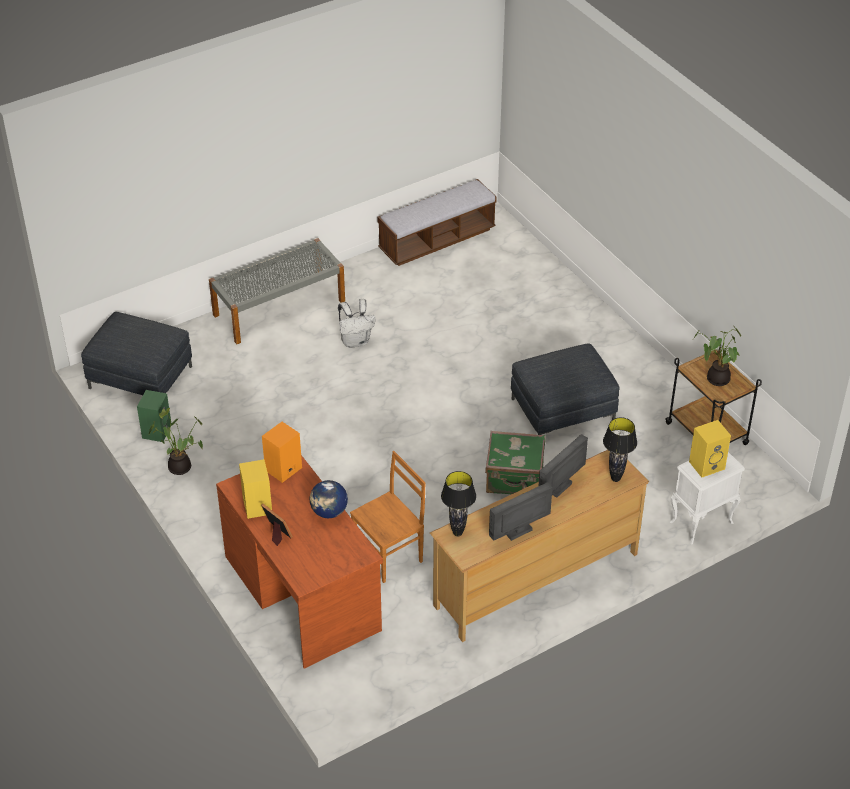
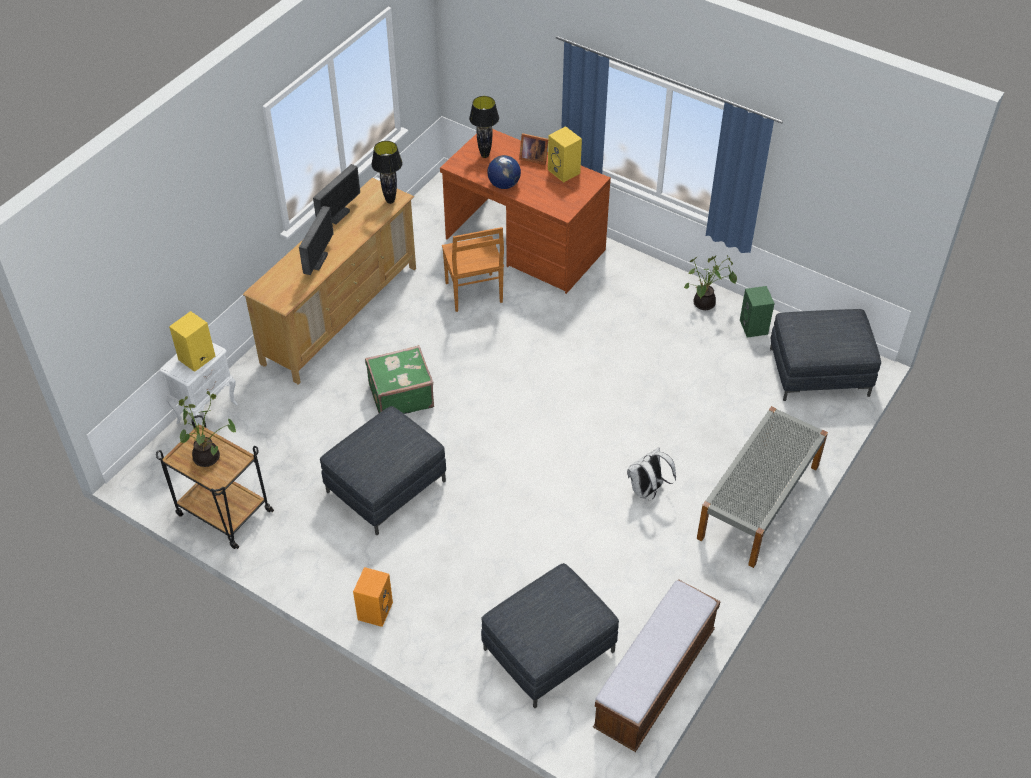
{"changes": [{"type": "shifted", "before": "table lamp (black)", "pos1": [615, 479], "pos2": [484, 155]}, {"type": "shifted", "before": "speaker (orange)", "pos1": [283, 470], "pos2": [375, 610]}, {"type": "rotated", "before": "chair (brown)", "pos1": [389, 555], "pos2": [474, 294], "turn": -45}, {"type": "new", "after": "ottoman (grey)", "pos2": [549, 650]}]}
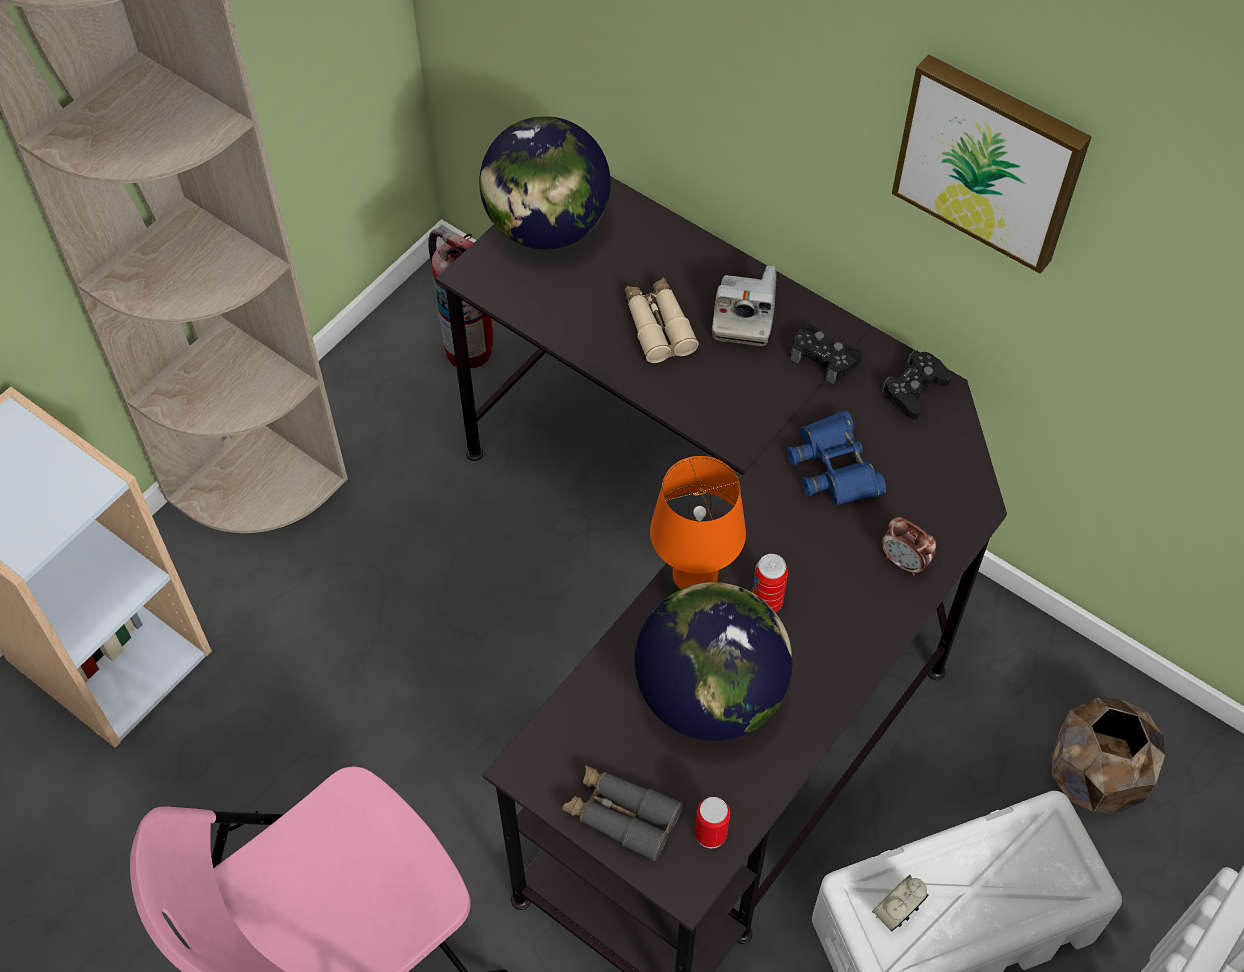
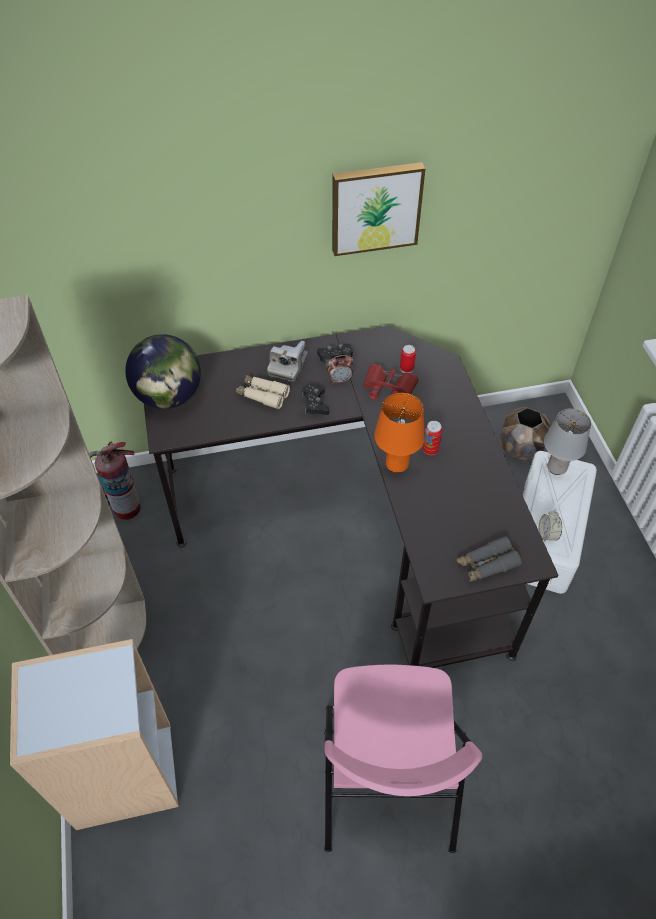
{"changes": [{"type": "rotated", "before": "photo camera", "pos1": [744, 315], "pos2": [288, 366], "turn": 60}, {"type": "shifted", "before": "game controller (black)", "pos1": [914, 389], "pos2": [314, 403]}, {"type": "repainted", "before": "binoculars (blue)", "after": "binoculars (red)", "pos1": [834, 466], "pos2": [388, 388]}, {"type": "shifted", "before": "alarm clock", "pos1": [904, 562], "pos2": [340, 380]}, {"type": "gone", "before": "globe", "pos1": [710, 694]}, {"type": "shifted", "before": "can", "pos1": [710, 834], "pos2": [406, 368]}, {"type": "new", "after": "table lamp (grey)", "pos2": [556, 468]}]}
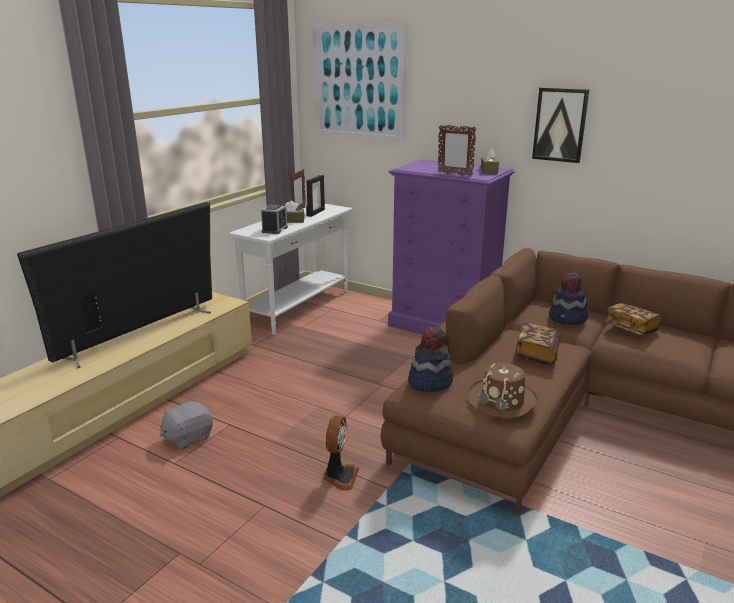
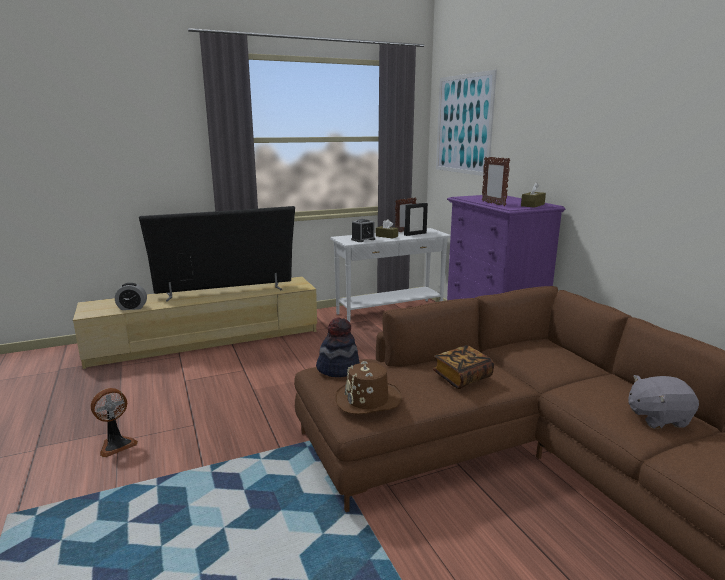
{"changes": [{"type": "gone", "before": "picture", "pos1": [560, 125]}, {"type": "gone", "before": "hat", "pos1": [568, 319]}, {"type": "gone", "before": "book", "pos1": [631, 329]}, {"type": "shifted", "before": "plush toy (grey)", "pos1": [188, 437], "pos2": [657, 418]}, {"type": "shifted", "before": "fan", "pos1": [339, 476], "pos2": [116, 445]}, {"type": "new", "after": "alarm clock", "pos2": [132, 308]}]}
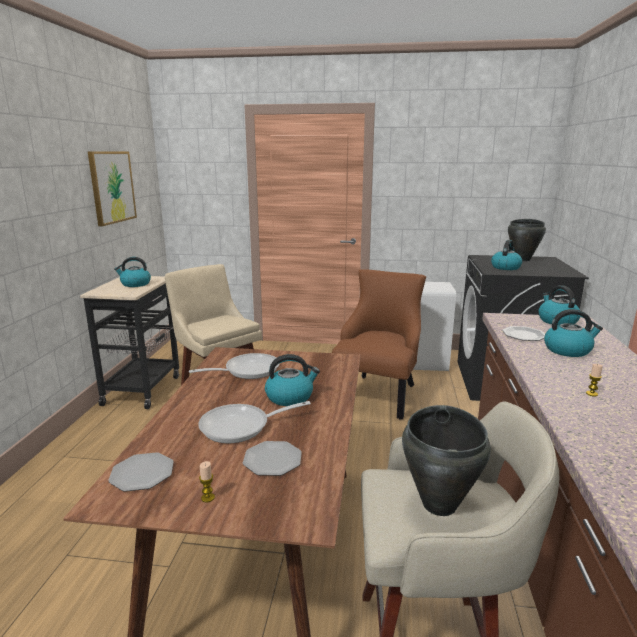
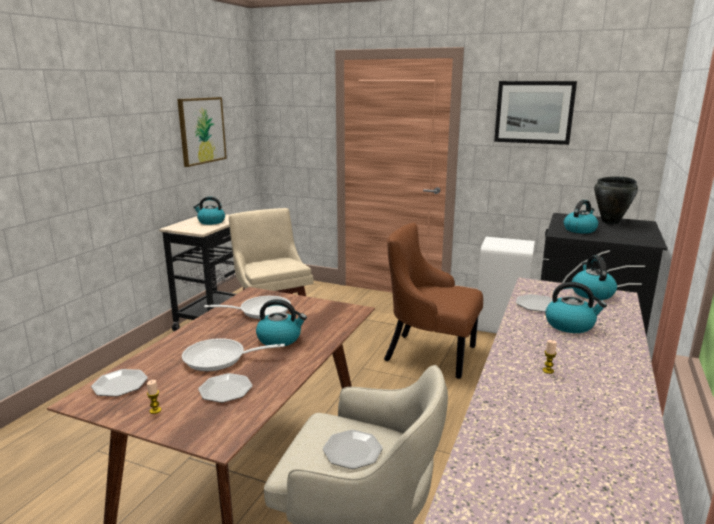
{"changes": [{"type": "rotated", "before": "chair (brown)", "pos1": [377, 397], "pos2": [431, 355], "turn": -105}, {"type": "swapped", "before": "cooking pot (black)", "after": "plate", "pos1": [440, 504], "pos2": [353, 451]}, {"type": "new", "after": "picture", "pos2": [534, 112]}]}
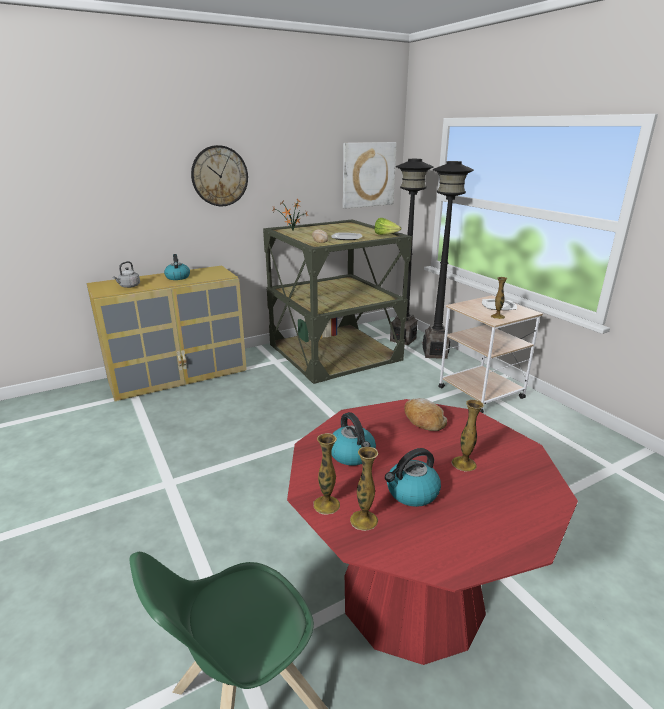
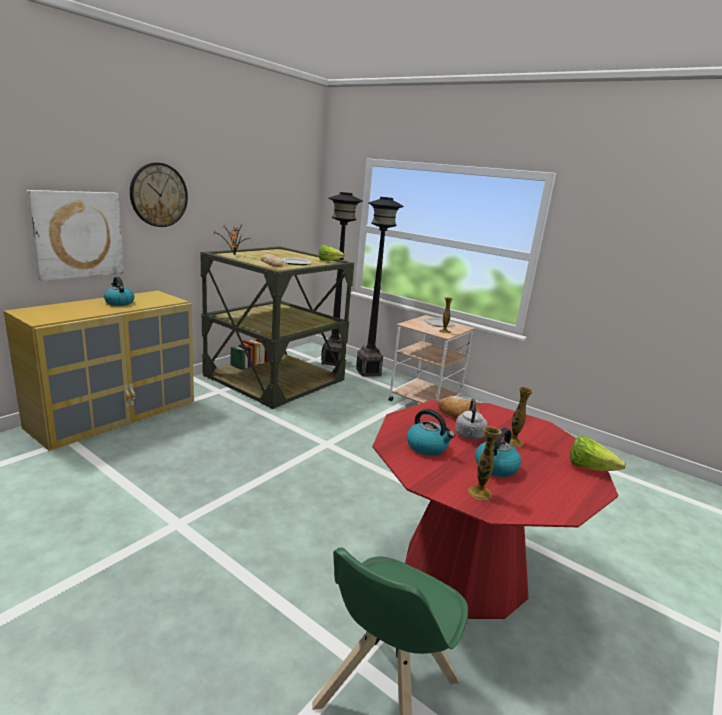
{"changes": [{"type": "shifted", "before": "picture", "pos1": [368, 175], "pos2": [78, 234]}, {"type": "shifted", "before": "kettle (grey)", "pos1": [129, 286], "pos2": [469, 436]}, {"type": "gone", "before": "vase", "pos1": [326, 505]}, {"type": "new", "after": "lettuce", "pos2": [589, 468]}]}
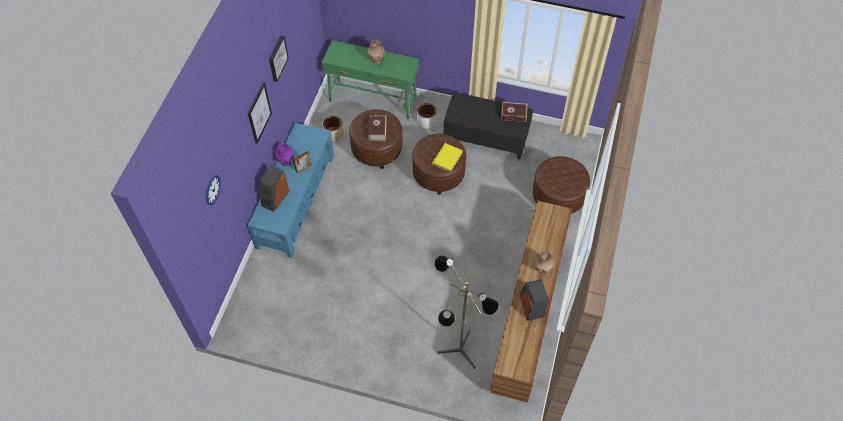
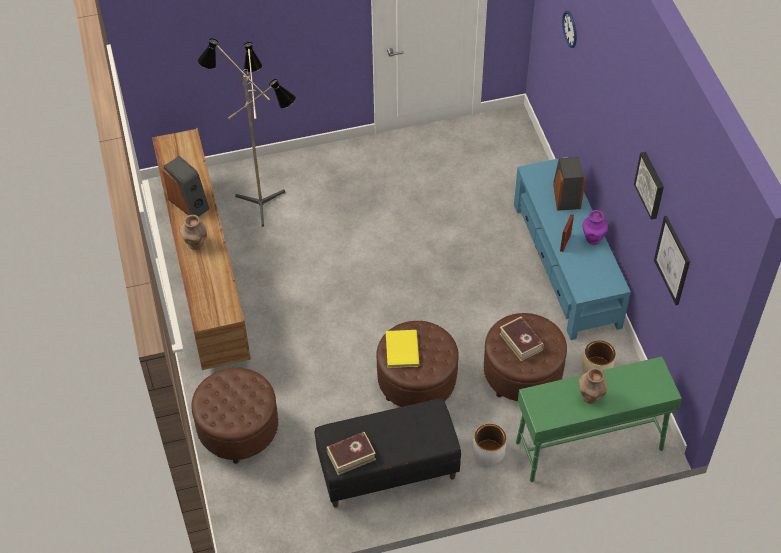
{"changes": [{"type": "shifted", "before": "picture", "pos1": [259, 113], "pos2": [672, 260]}]}
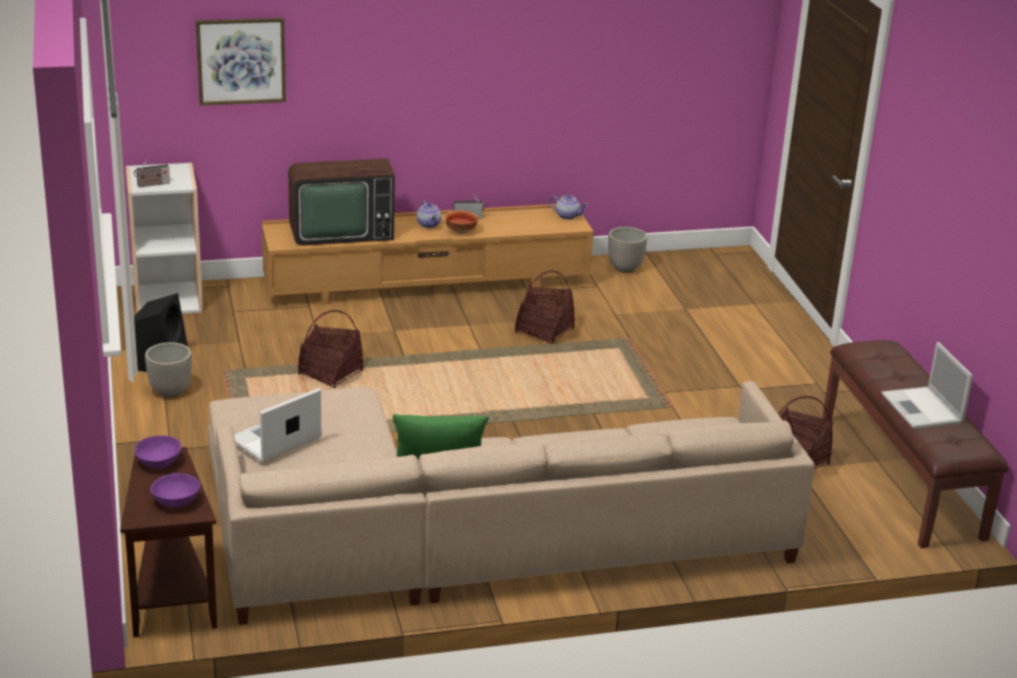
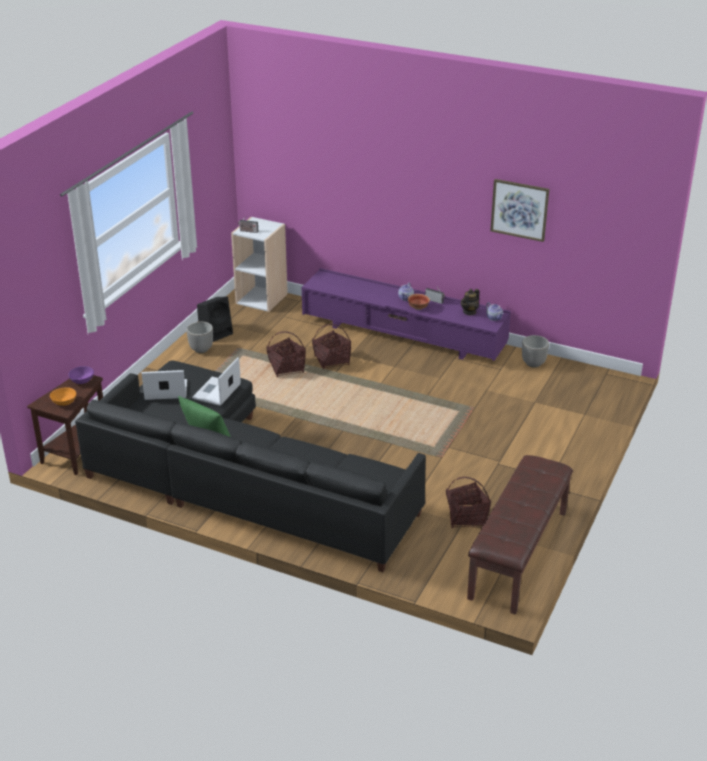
{"changes": [{"type": "shifted", "before": "picture", "pos1": [241, 60], "pos2": [519, 209]}, {"type": "gone", "before": "television", "pos1": [339, 231]}, {"type": "repainted", "before": "tv stand (brown)", "after": "tv stand (purple)", "pos1": [426, 284], "pos2": [403, 334]}, {"type": "shifted", "before": "basket", "pos1": [544, 331], "pos2": [332, 360]}, {"type": "shifted", "before": "laptop", "pos1": [922, 409], "pos2": [216, 392]}, {"type": "repainted", "before": "sofa (beige)", "after": "sofa (black)", "pos1": [469, 533], "pos2": [240, 480]}, {"type": "repainted", "before": "bowl (purple)", "after": "bowl (orange)", "pos1": [176, 501], "pos2": [64, 402]}, {"type": "new", "after": "teapot", "pos2": [469, 312]}]}
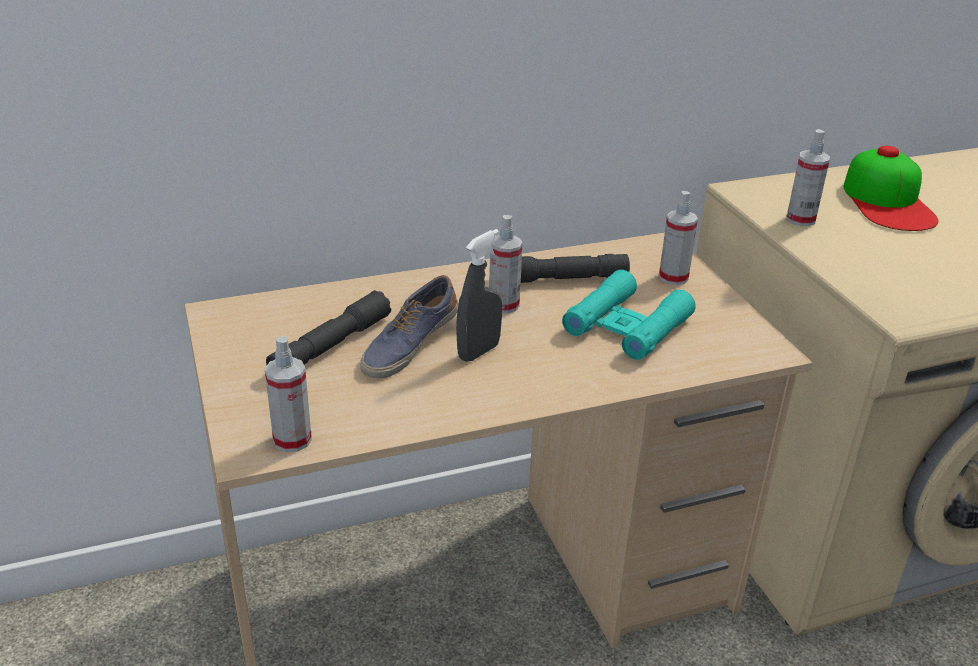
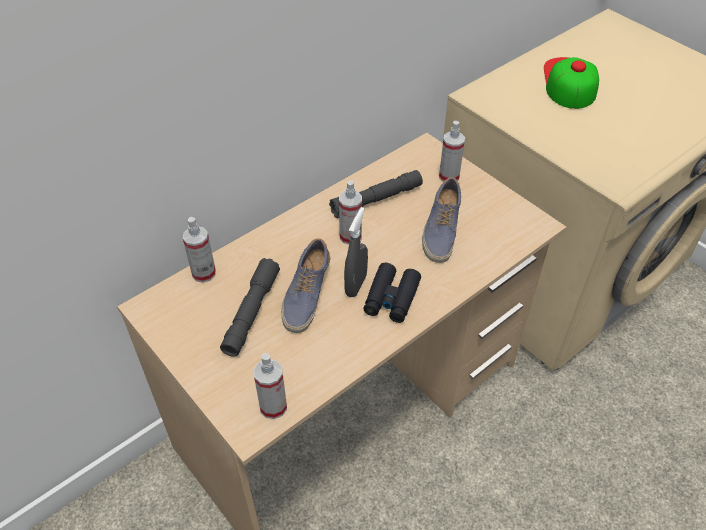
{"changes": [{"type": "shifted", "before": "spray bottle", "pos1": [800, 219], "pos2": [204, 273]}, {"type": "rotated", "before": "cap", "pos1": [888, 202], "pos2": [569, 82], "turn": -150}, {"type": "swapped", "before": "binoculars (turquoise)", "after": "shoe", "pos1": [627, 326], "pos2": [440, 231]}, {"type": "new", "after": "binoculars (black)", "pos2": [391, 298]}]}
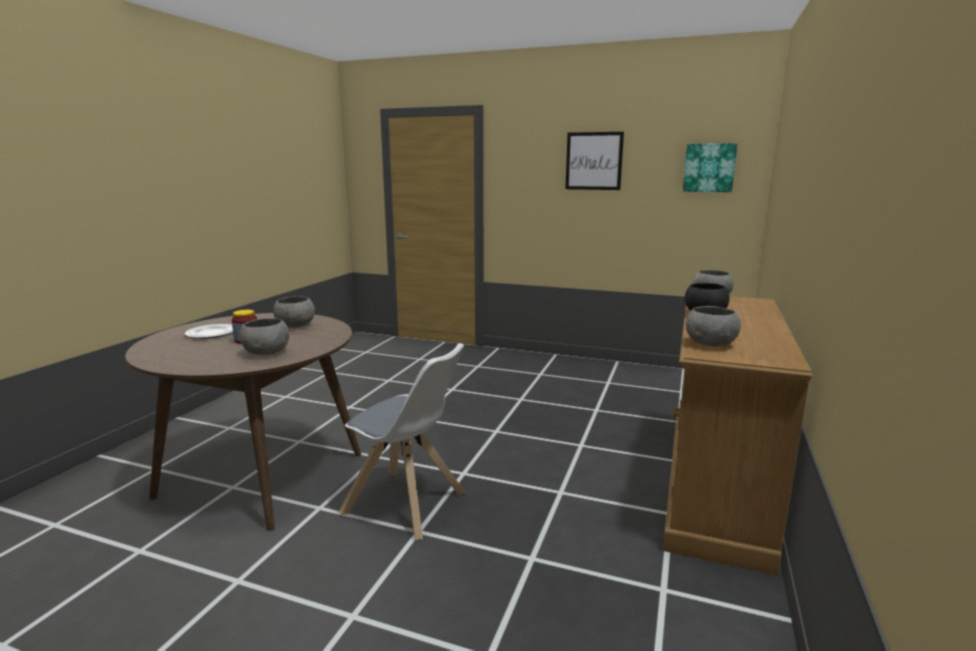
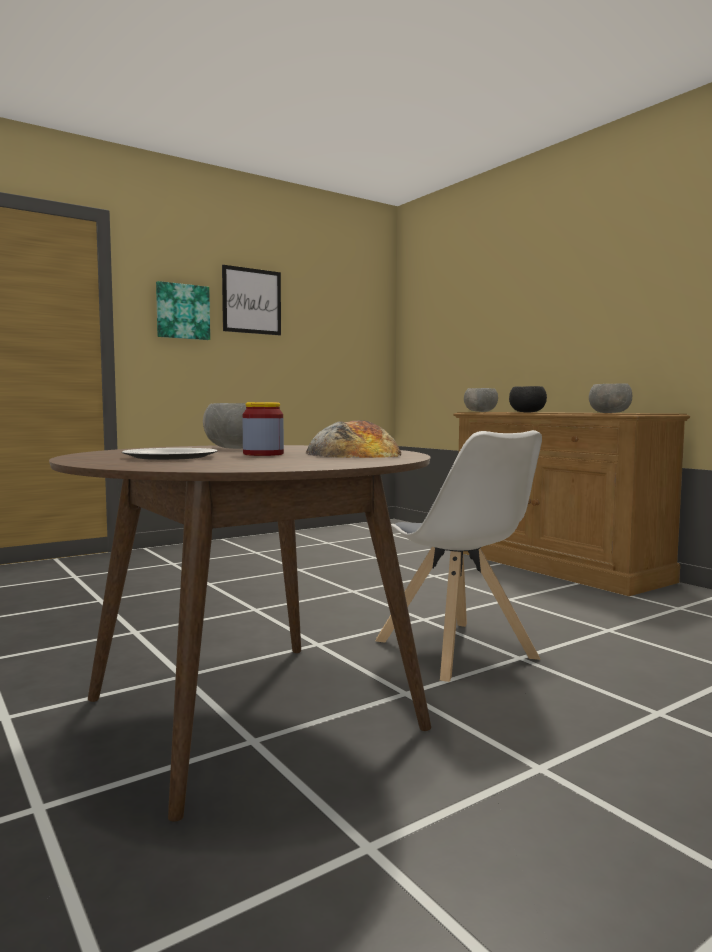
{"changes": [{"type": "shifted", "before": "picture", "pos1": [709, 167], "pos2": [182, 311]}, {"type": "swapped", "before": "bowl (grey)", "after": "bread", "pos1": [267, 352], "pos2": [353, 453]}, {"type": "rotated", "before": "chair", "pos1": [407, 504], "pos2": [457, 651], "turn": 90}]}
